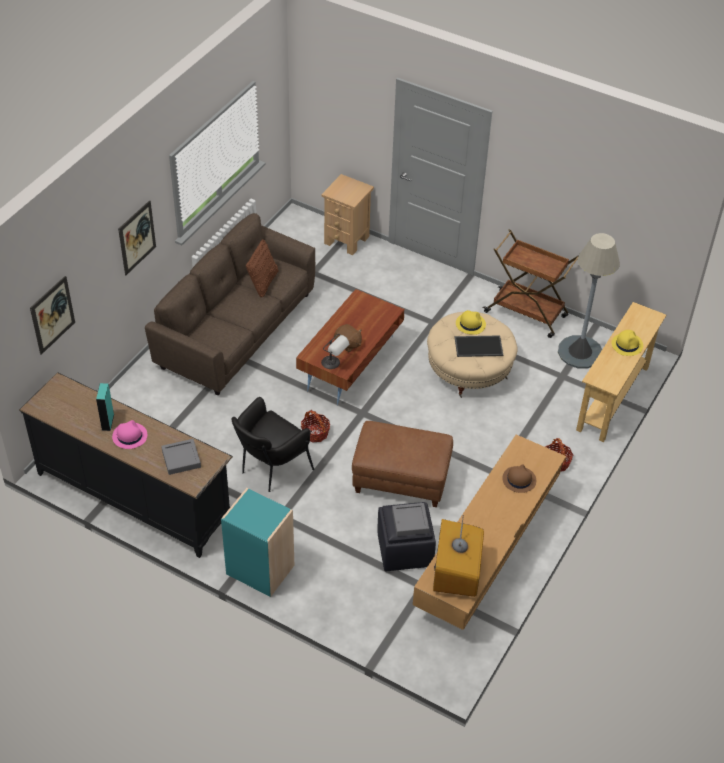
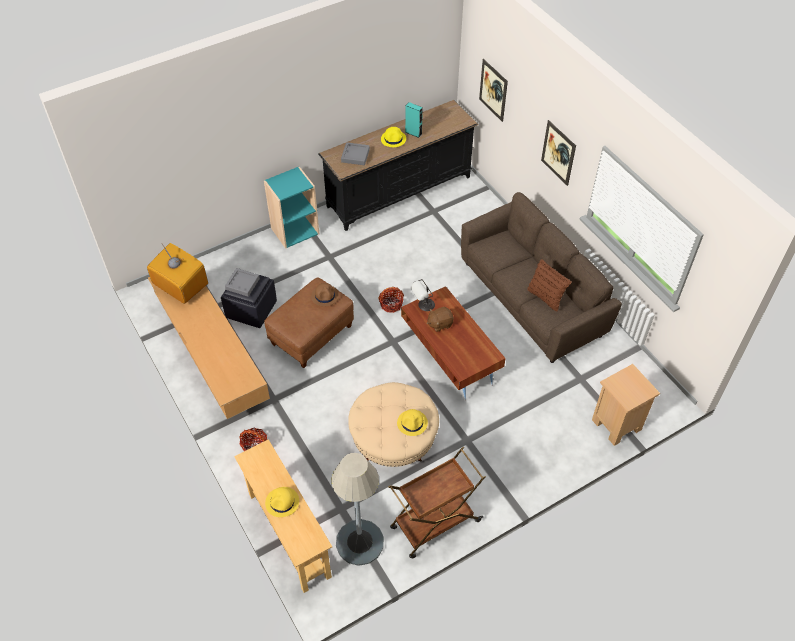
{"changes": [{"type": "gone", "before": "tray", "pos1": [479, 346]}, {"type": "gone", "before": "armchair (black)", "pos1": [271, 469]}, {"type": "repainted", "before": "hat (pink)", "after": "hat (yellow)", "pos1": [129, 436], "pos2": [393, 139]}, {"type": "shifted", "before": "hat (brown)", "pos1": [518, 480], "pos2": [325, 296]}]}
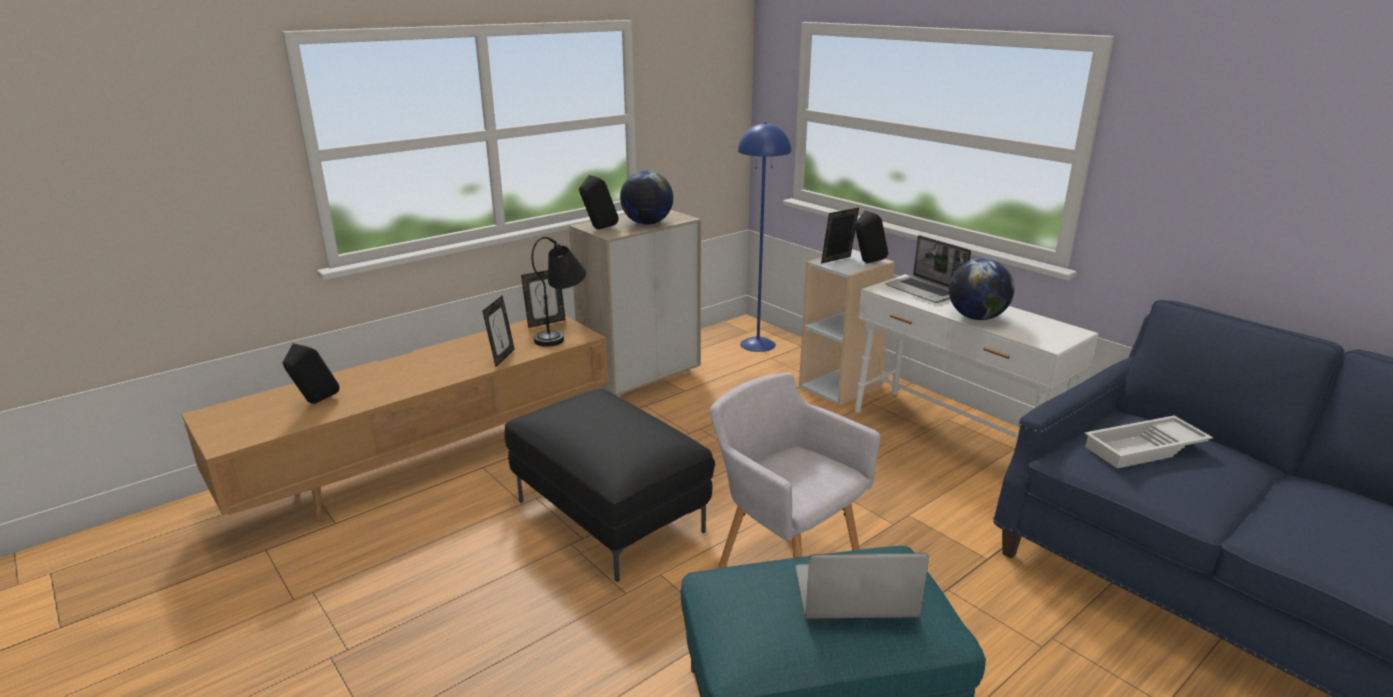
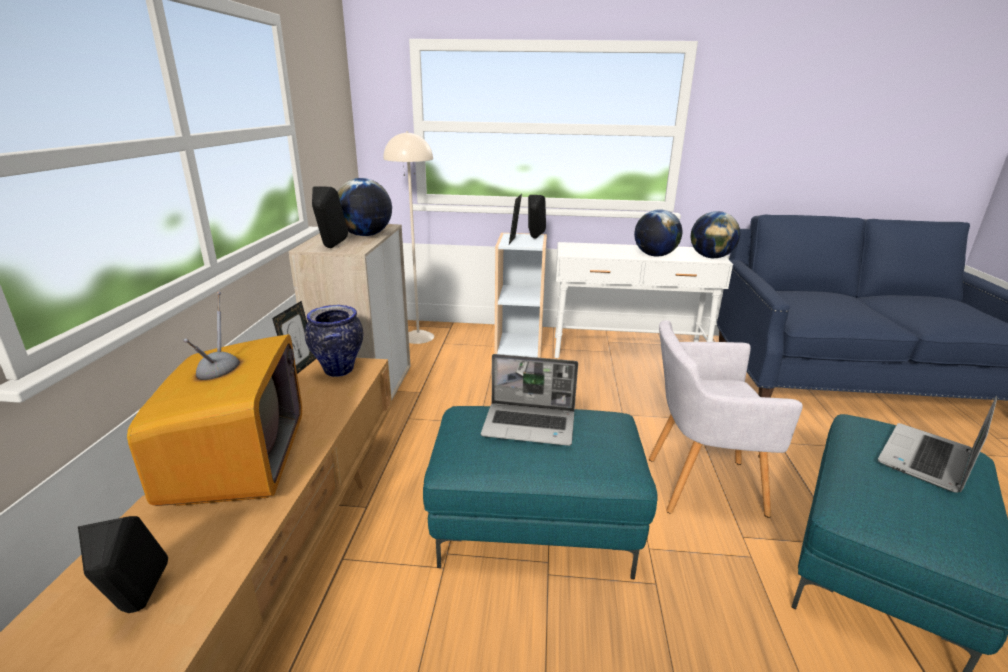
{"changes": [{"type": "repainted", "before": "floor lamp (blue)", "after": "floor lamp (beige)", "pos1": [758, 344], "pos2": [418, 337]}, {"type": "shifted", "before": "laptop", "pos1": [925, 291], "pos2": [530, 425]}, {"type": "swapped", "before": "table lamp (black)", "after": "vase", "pos1": [562, 333], "pos2": [339, 371]}, {"type": "gone", "before": "picture frame", "pos1": [502, 357]}, {"type": "repainted", "before": "ottoman (black)", "after": "ottoman (turquoise)", "pos1": [608, 516], "pos2": [534, 528]}, {"type": "gone", "before": "tray (white)", "pos1": [1145, 449]}, {"type": "new", "after": "globe", "pos2": [711, 257]}, {"type": "new", "after": "television", "pos2": [239, 464]}]}
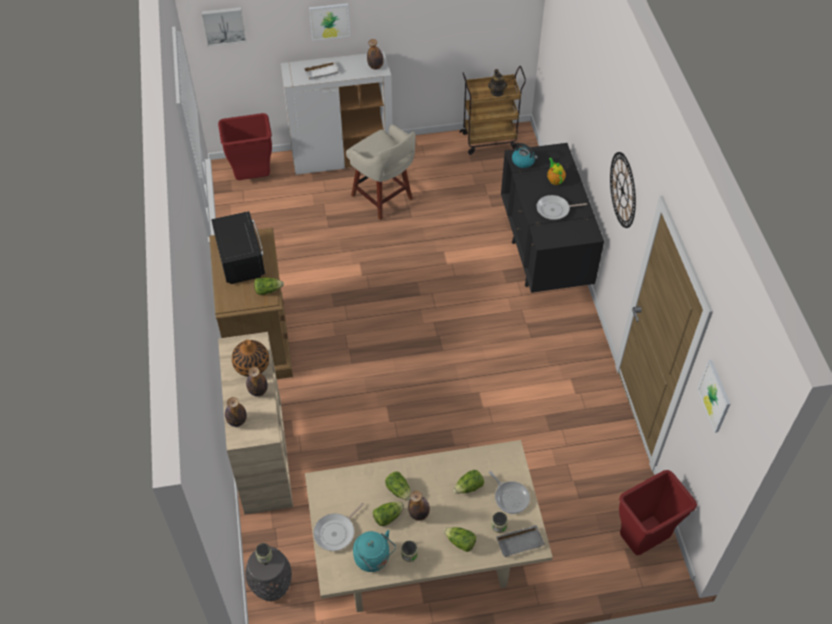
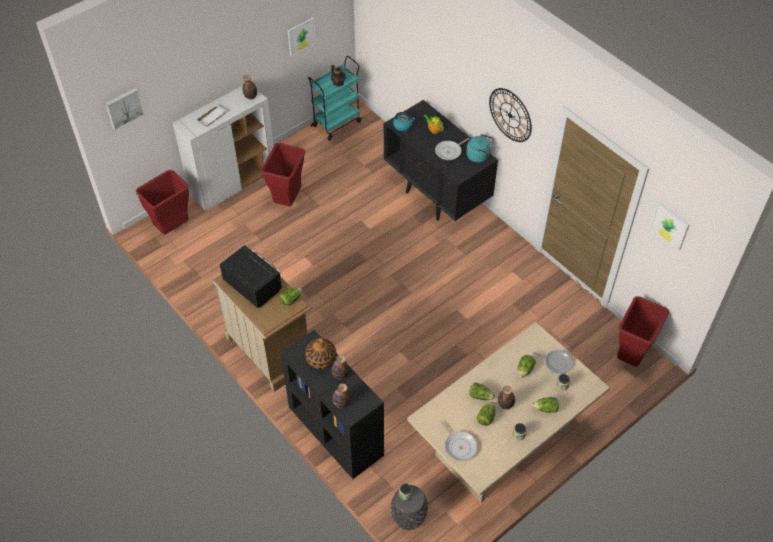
{"changes": [{"type": "shifted", "before": "picture", "pos1": [329, 21], "pos2": [301, 36]}, {"type": "repainted", "before": "cart (brown)", "after": "cart (turquoise)", "pos1": [489, 140], "pos2": [337, 124]}, {"type": "swapped", "before": "stool (beige)", "after": "trash can (red)", "pos1": [383, 199], "pos2": [288, 201]}, {"type": "repainted", "before": "bookcase (beige)", "after": "bookcase (black)", "pos1": [262, 456], "pos2": [335, 431]}, {"type": "rotated", "before": "frying pan", "pos1": [336, 532], "pos2": [459, 446], "turn": -45}, {"type": "gone", "before": "tray (grey)", "pos1": [520, 541]}, {"type": "shifted", "before": "kettle (turquoise)", "pos1": [374, 559], "pos2": [479, 156]}]}
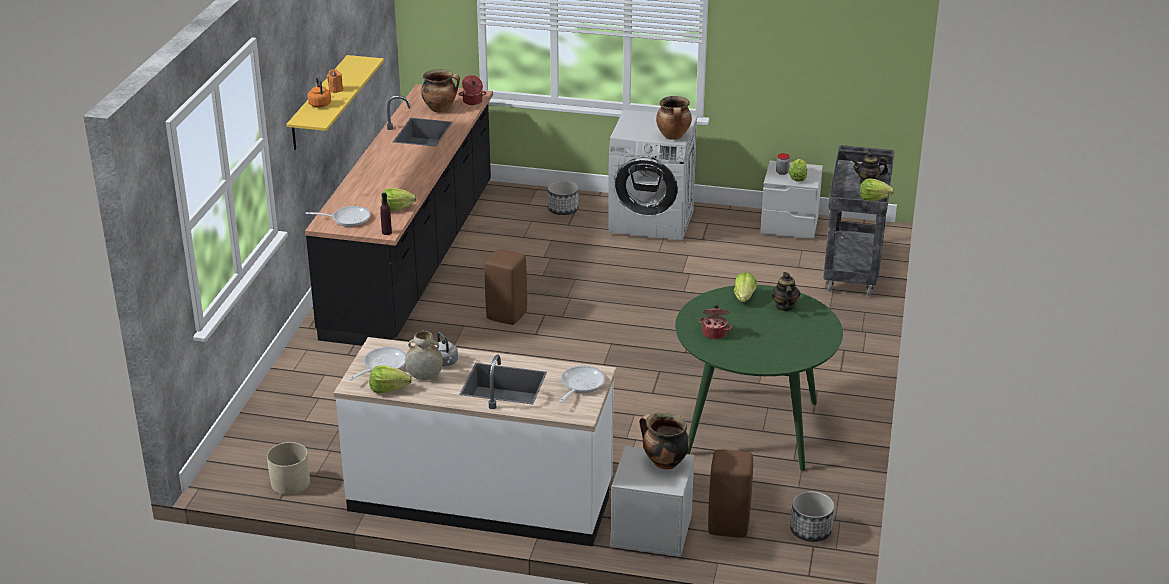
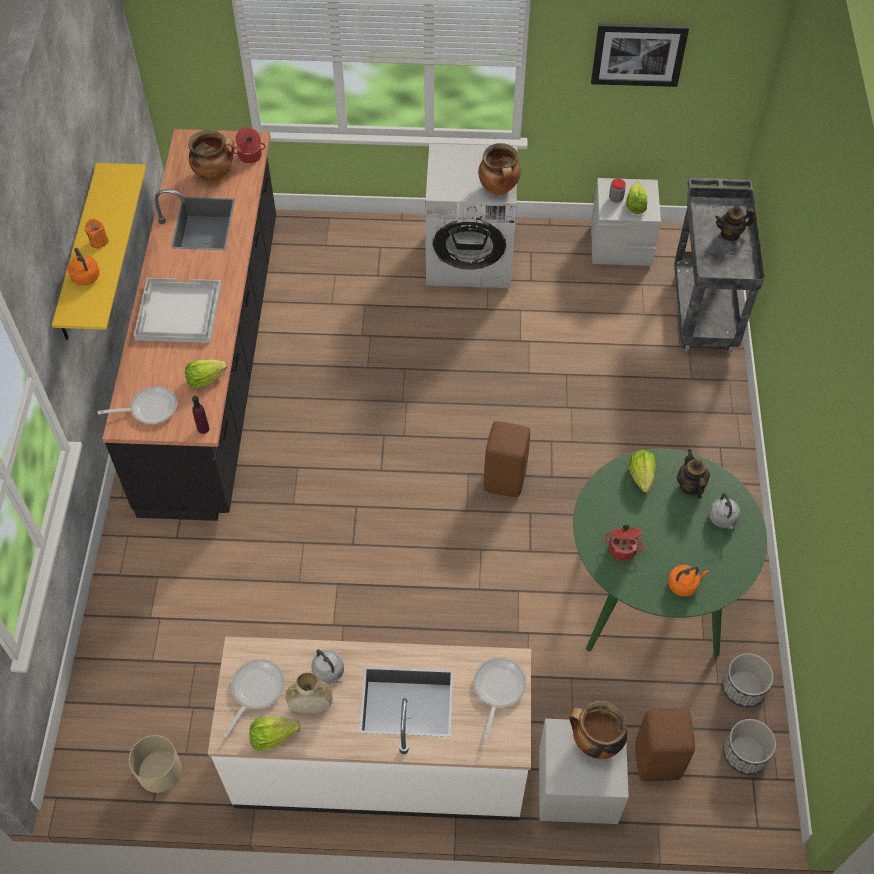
{"changes": [{"type": "gone", "before": "lettuce", "pos1": [873, 199]}, {"type": "shifted", "before": "planter", "pos1": [563, 209], "pos2": [743, 688]}, {"type": "shifted", "before": "stool (brown)", "pos1": [506, 315], "pos2": [504, 480]}, {"type": "new", "after": "picture", "pos2": [638, 54]}, {"type": "new", "after": "tray (white)", "pos2": [177, 312]}, {"type": "new", "after": "kettle (grey)", "pos2": [723, 519]}, {"type": "new", "after": "kettle (orange)", "pos2": [684, 584]}]}
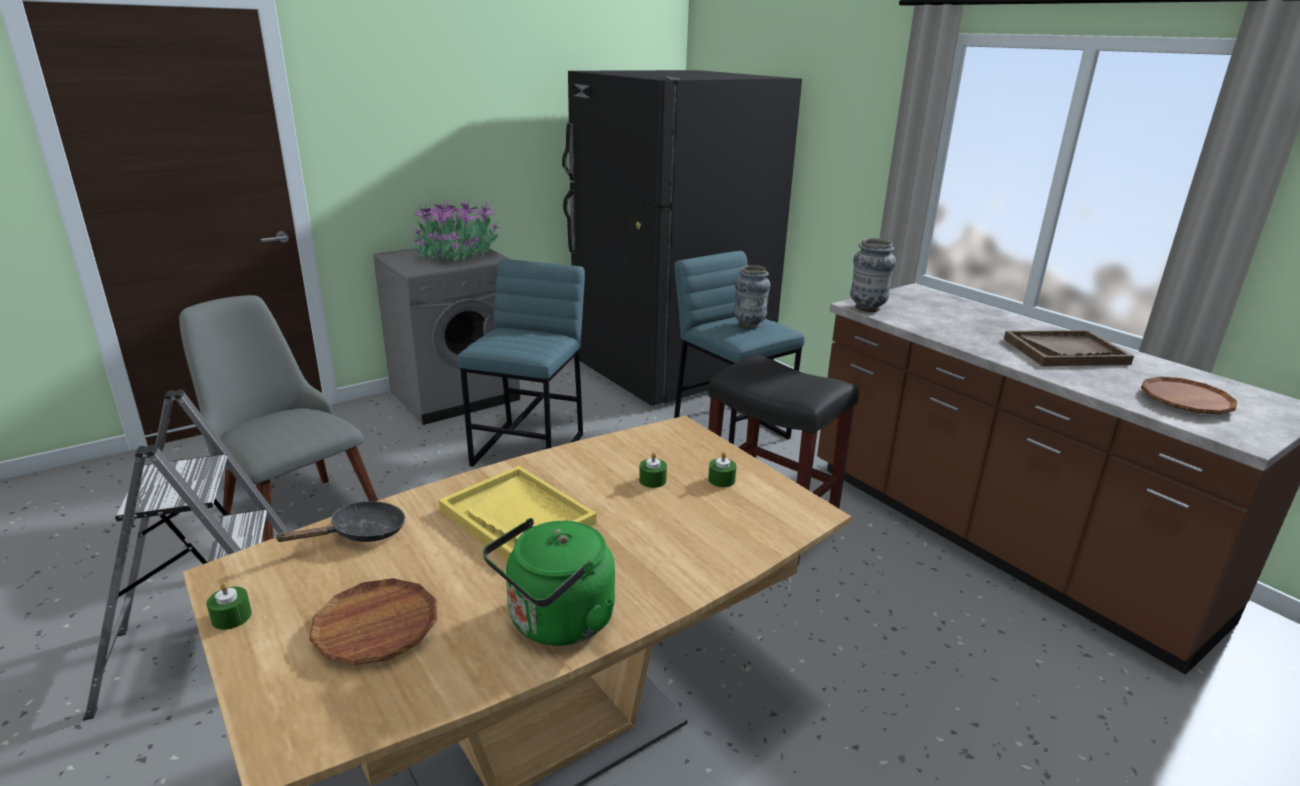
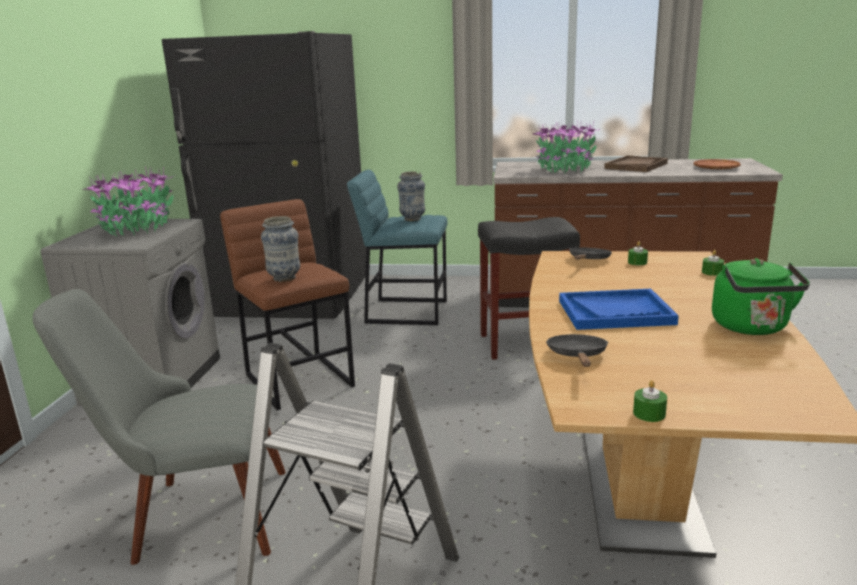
{"changes": [{"type": "shifted", "before": "vase", "pos1": [867, 308], "pos2": [284, 278]}, {"type": "repainted", "before": "stool (blue)", "after": "stool (brown)", "pos1": [529, 448], "pos2": [298, 379]}, {"type": "shifted", "before": "candle (green)", "pos1": [652, 480], "pos2": [712, 272]}, {"type": "repainted", "before": "tray (yellow)", "after": "tray (blue)", "pos1": [517, 517], "pos2": [615, 312]}, {"type": "gone", "before": "plate (brown)", "pos1": [376, 627]}, {"type": "new", "after": "potted plant", "pos2": [565, 169]}, {"type": "new", "after": "frying pan (black)", "pos2": [588, 260]}]}
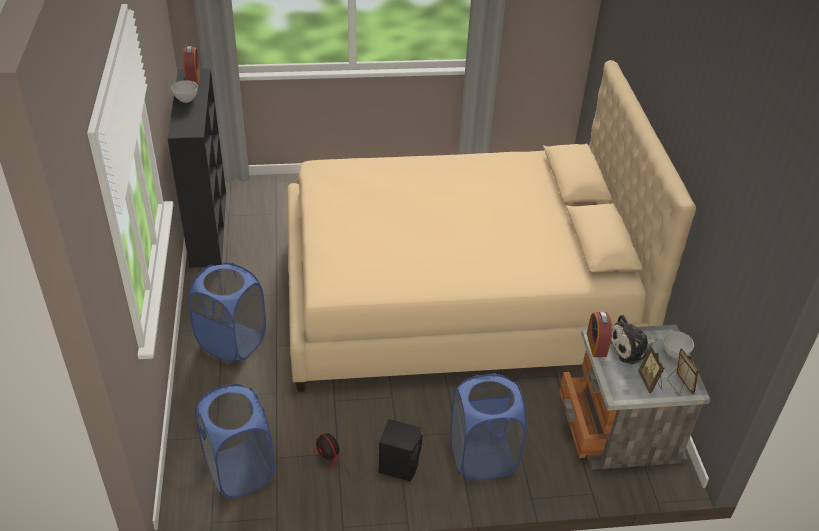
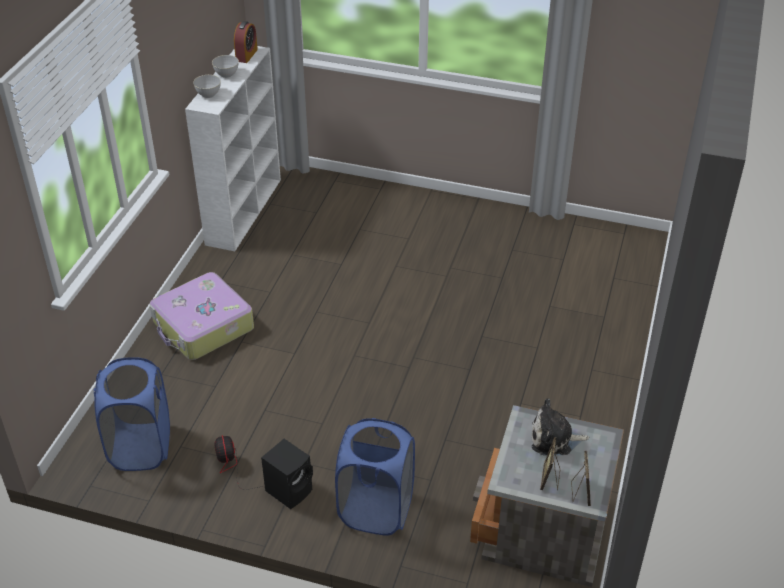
{"changes": [{"type": "gone", "before": "bed (beige)", "pos1": [457, 296]}, {"type": "repainted", "before": "bookcase (black)", "after": "bookcase (white)", "pos1": [208, 227], "pos2": [244, 210]}, {"type": "swapped", "before": "laundry basket (blue)", "after": "suitcase", "pos1": [232, 342], "pos2": [203, 326]}, {"type": "gone", "before": "alarm clock", "pos1": [596, 344]}, {"type": "shifted", "before": "bowl (grey)", "pos1": [674, 353], "pos2": [208, 94]}]}
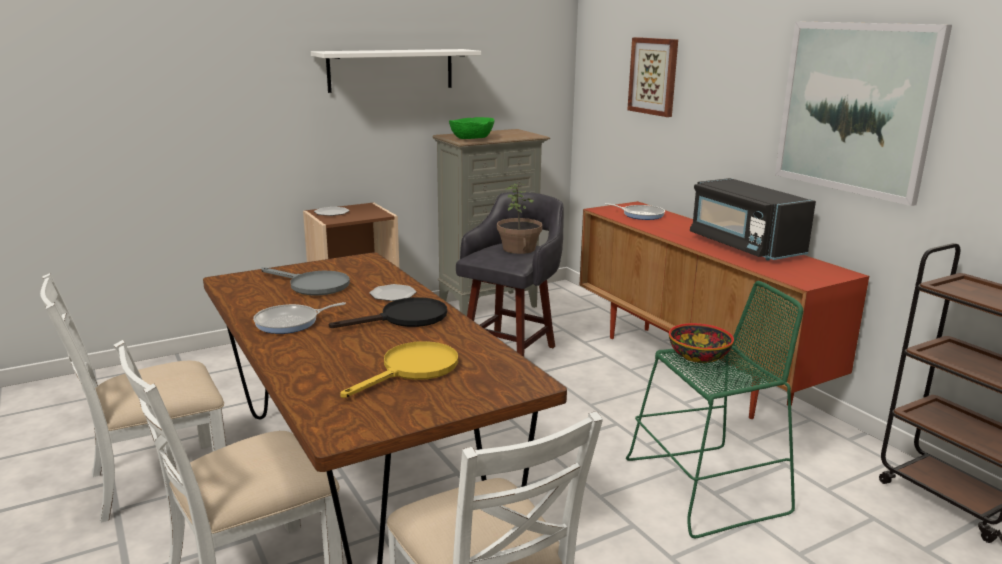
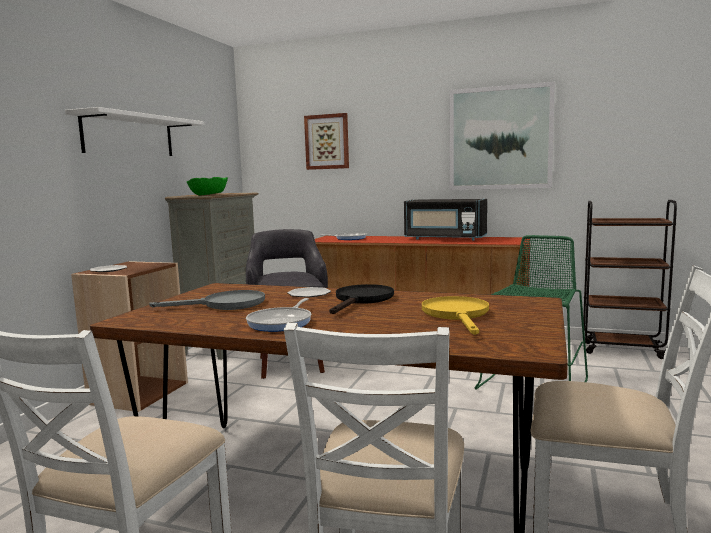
{"changes": [{"type": "gone", "before": "potted plant", "pos1": [519, 249]}, {"type": "gone", "before": "bowl", "pos1": [699, 356]}]}
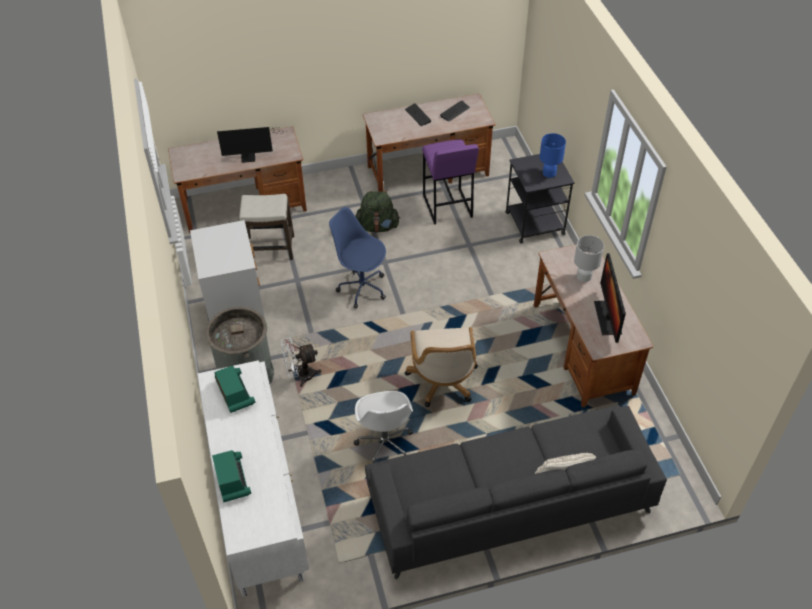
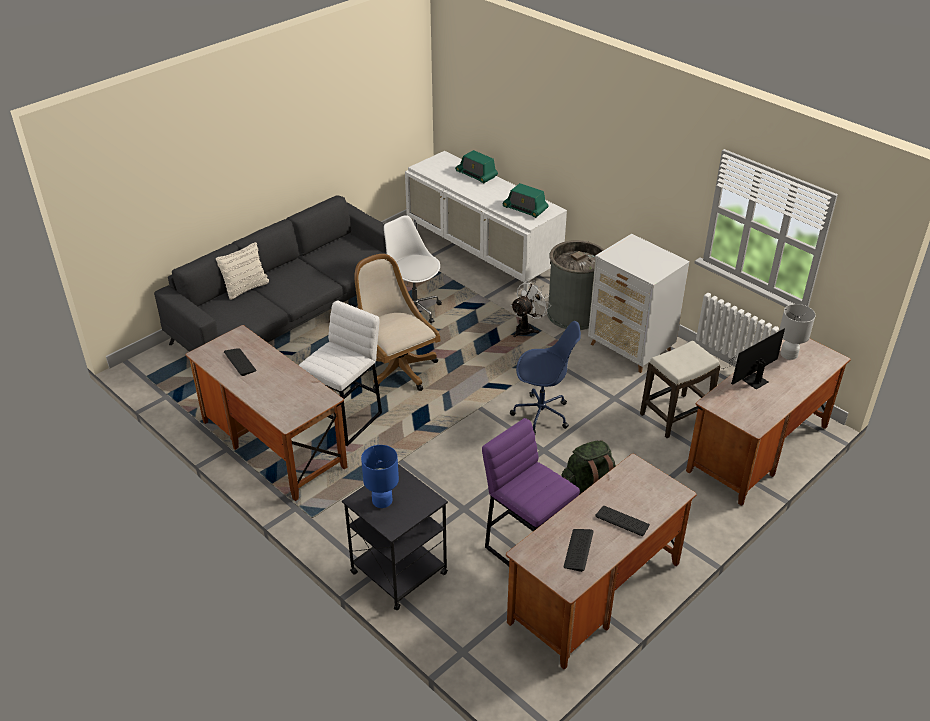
{"changes": [{"type": "shifted", "before": "table lamp (grey)", "pos1": [584, 276], "pos2": [789, 354]}, {"type": "swapped", "before": "monitor", "after": "keyboard", "pos1": [607, 317], "pos2": [240, 362]}, {"type": "new", "after": "stool (white)", "pos2": [345, 419]}]}
